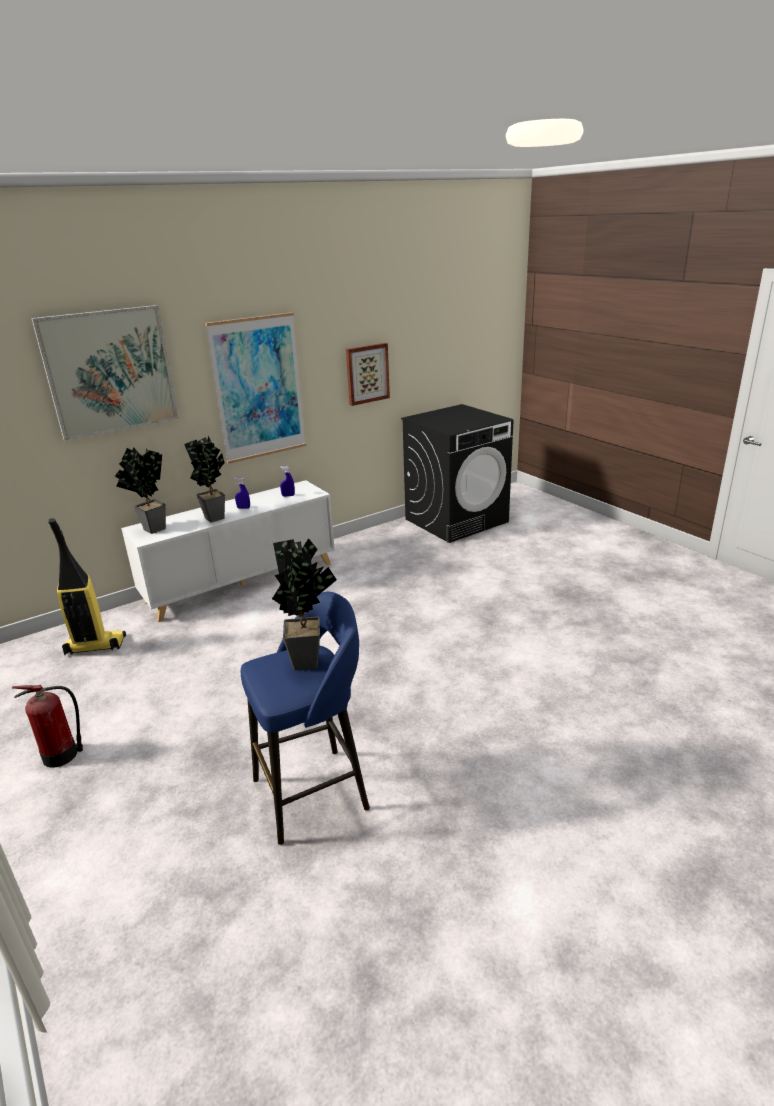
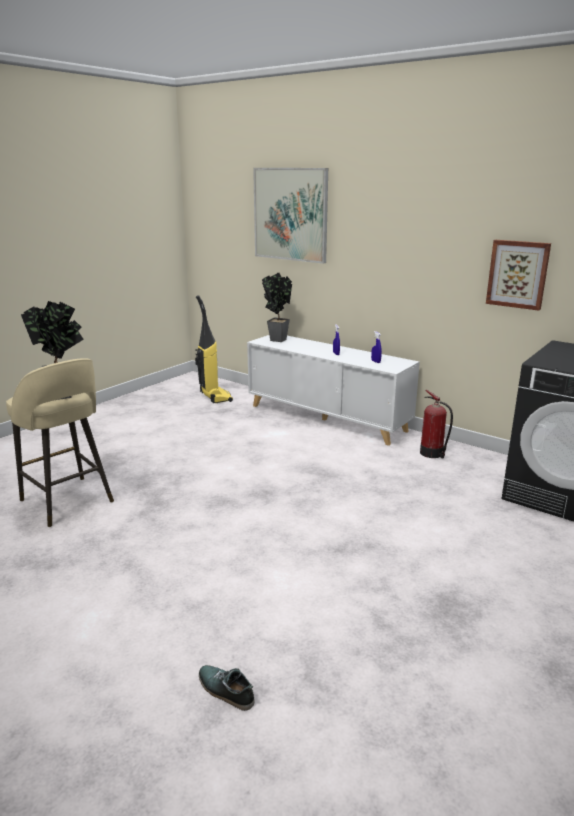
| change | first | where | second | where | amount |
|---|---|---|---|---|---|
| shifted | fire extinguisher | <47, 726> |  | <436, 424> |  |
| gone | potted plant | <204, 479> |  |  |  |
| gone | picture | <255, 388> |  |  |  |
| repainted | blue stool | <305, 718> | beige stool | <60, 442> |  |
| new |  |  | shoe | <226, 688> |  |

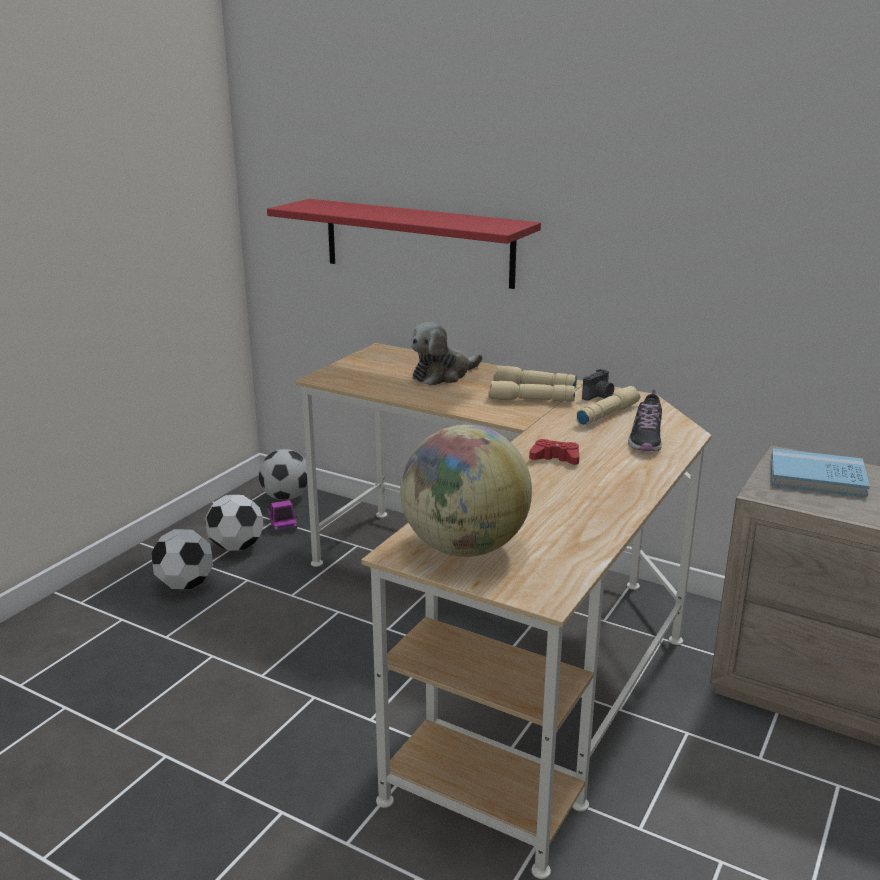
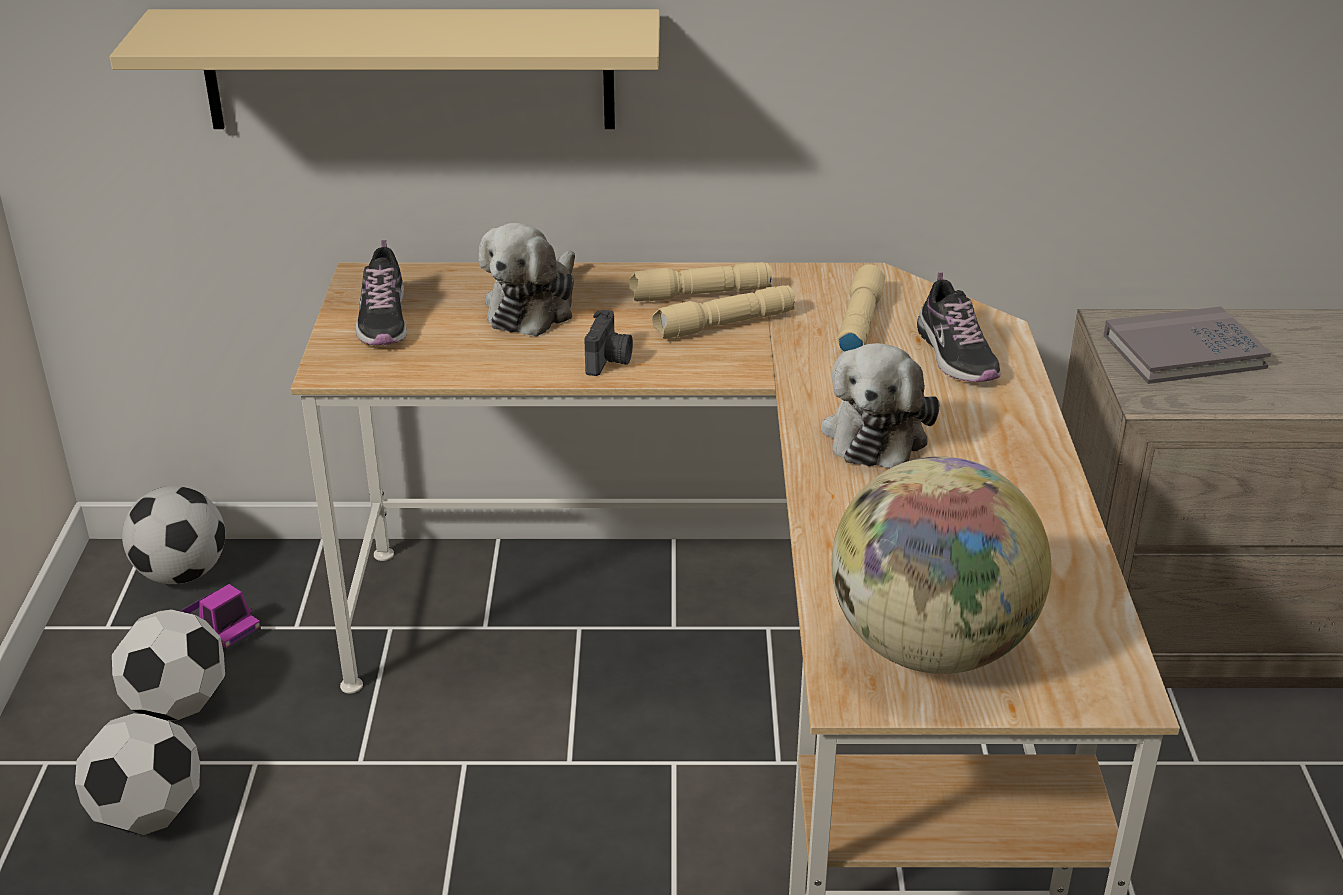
| change | first | where | second | where | amount |
|---|---|---|---|---|---|
| repainted | red shelf | <404, 244> | beige shelf | <385, 69> |  |
| swapped | red game controller | <554, 452> | plush toy | <880, 405> |  |
| shifted | photo camera | <598, 385> |  | <608, 343> |  |
| repainted | blue book | <820, 472> | grey book | <1187, 345> |  |
| new |  |  | shoe | <381, 292> |  |

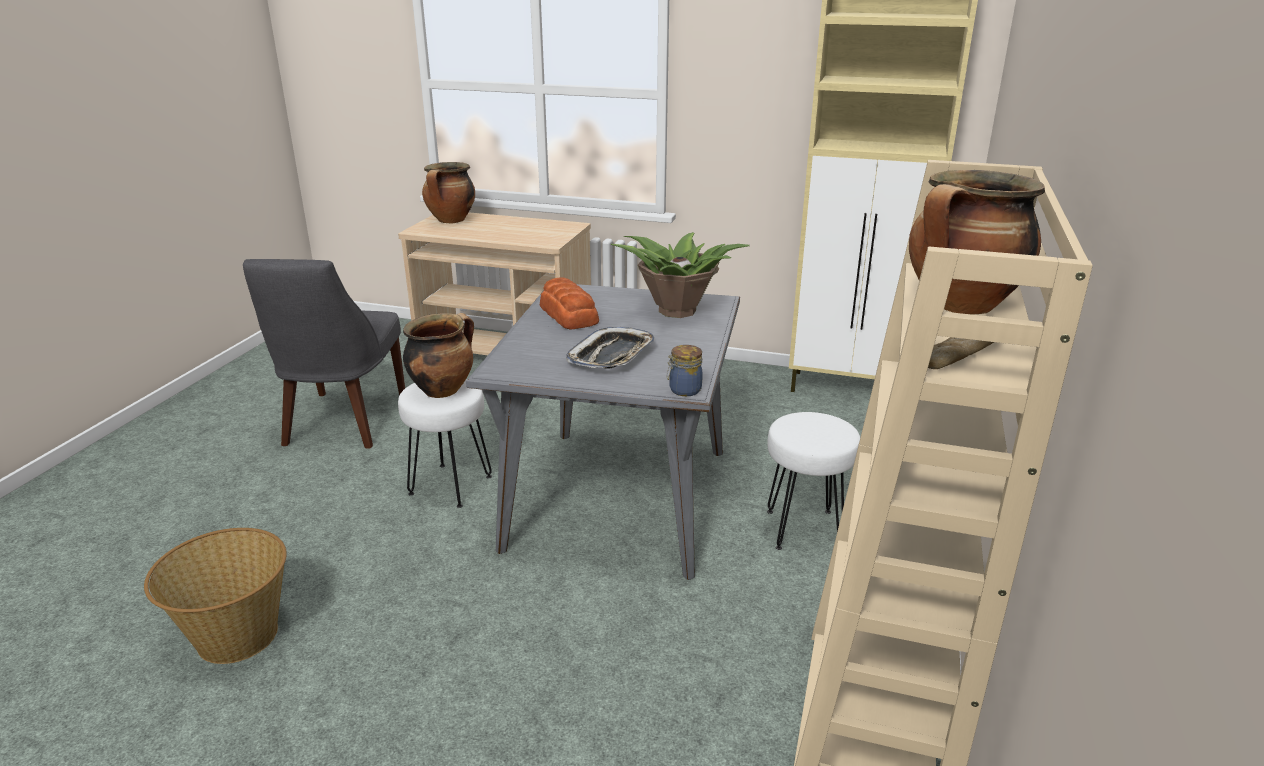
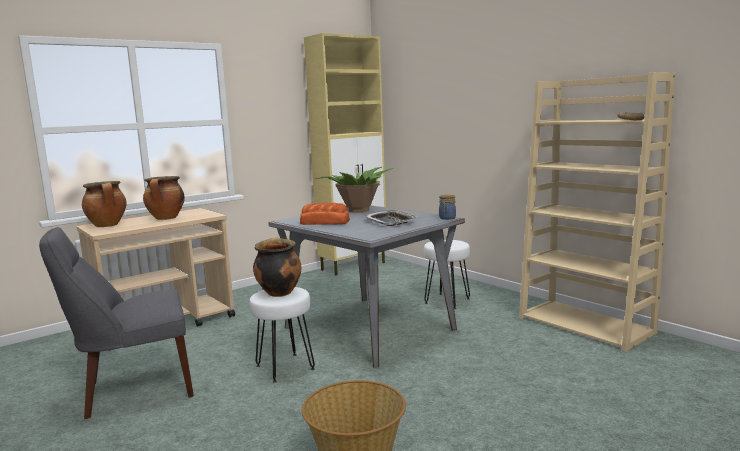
| change | first | where | second | where | amount |
|---|---|---|---|---|---|
| rotated | grey chair | <324, 354> |  | <116, 323> | 120 degrees clockwise |
| shifted | cooking pot | <977, 242> |  | <164, 198> |  |

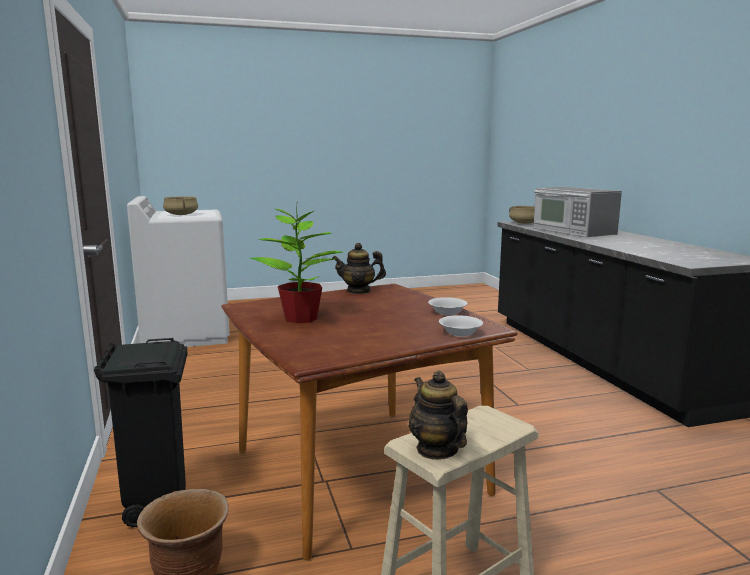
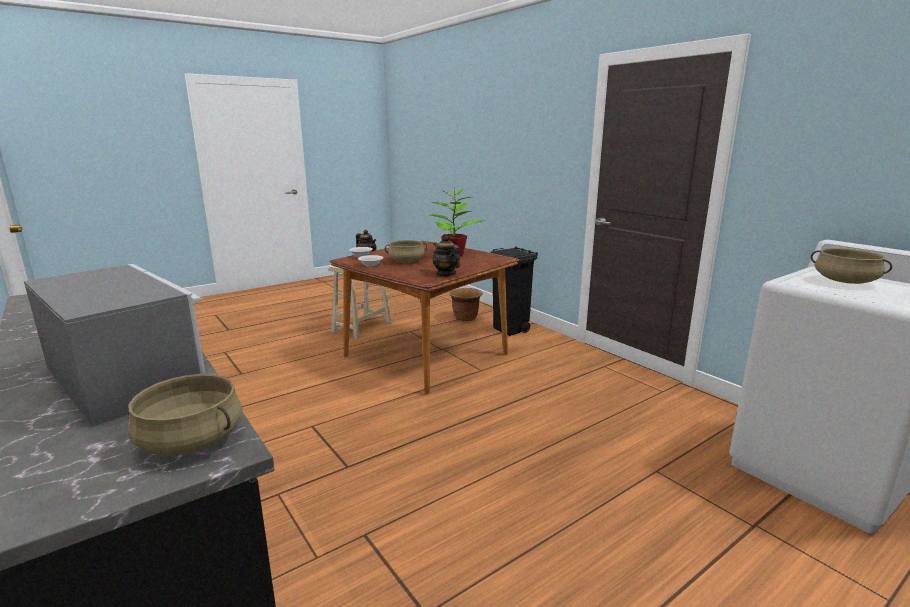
| change | first | where | second | where | amount |
|---|---|---|---|---|---|
| rotated | teapot | <359, 268> |  | <446, 256> | 105 degrees counterclockwise |
| new |  |  | beige cooking pot | <406, 251> |  |

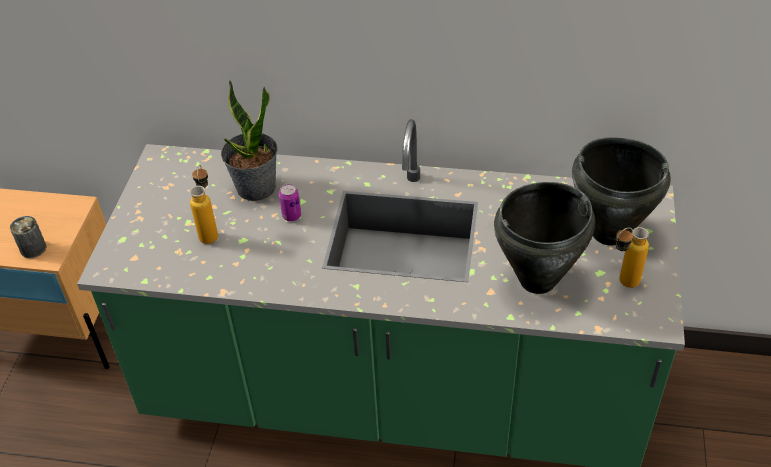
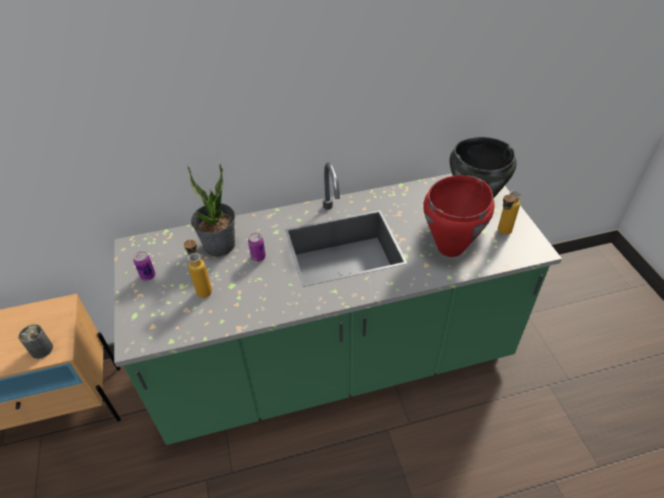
| change | first | where | second | where | amount |
|---|---|---|---|---|---|
| repainted | black cooking pot | <544, 238> | red cooking pot | <458, 216> |  |
| new |  |  | can | <144, 266> |  |

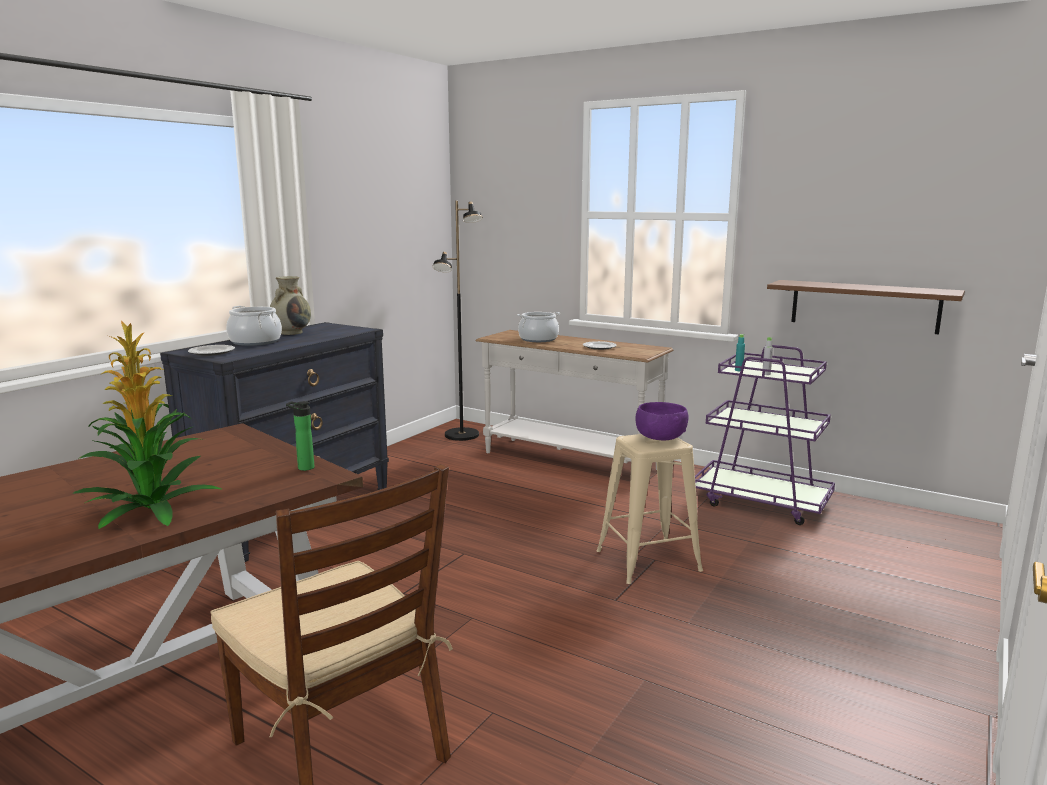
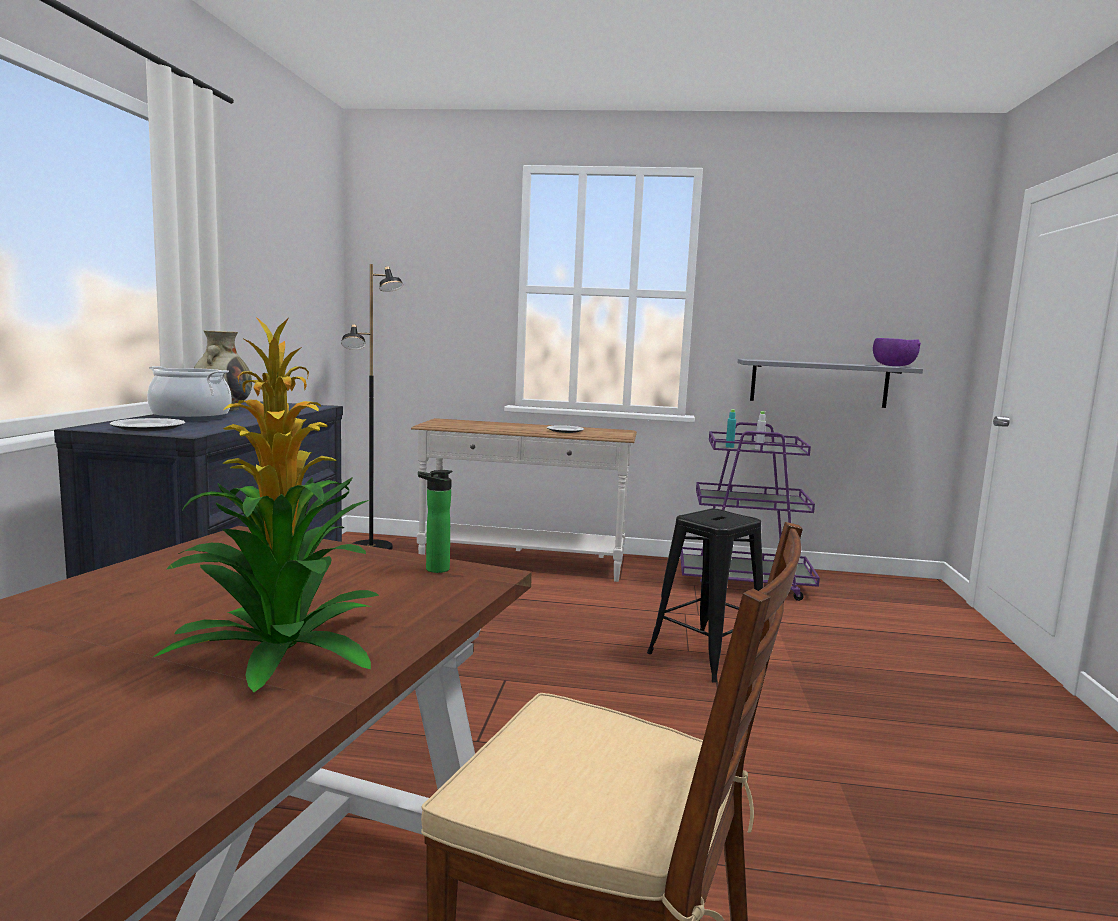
| change | first | where | second | where | amount |
|---|---|---|---|---|---|
| gone | cooking pot | <538, 327> |  |  |  |
| repainted | beige stool | <649, 509> | black stool | <705, 595> |  |
| shifted | purple bowl | <662, 421> |  | <897, 352> |  |
| repainted | brown shelf | <866, 307> | grey shelf | <830, 383> |  |

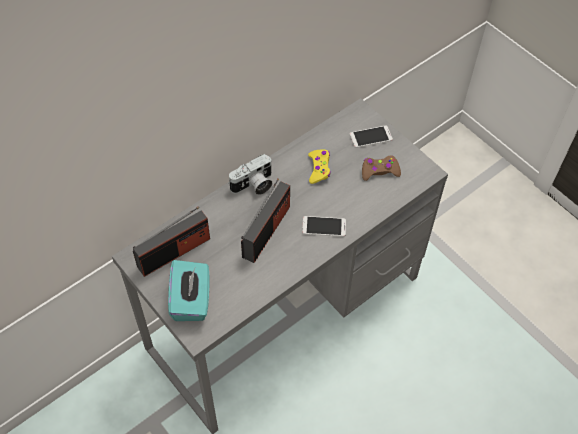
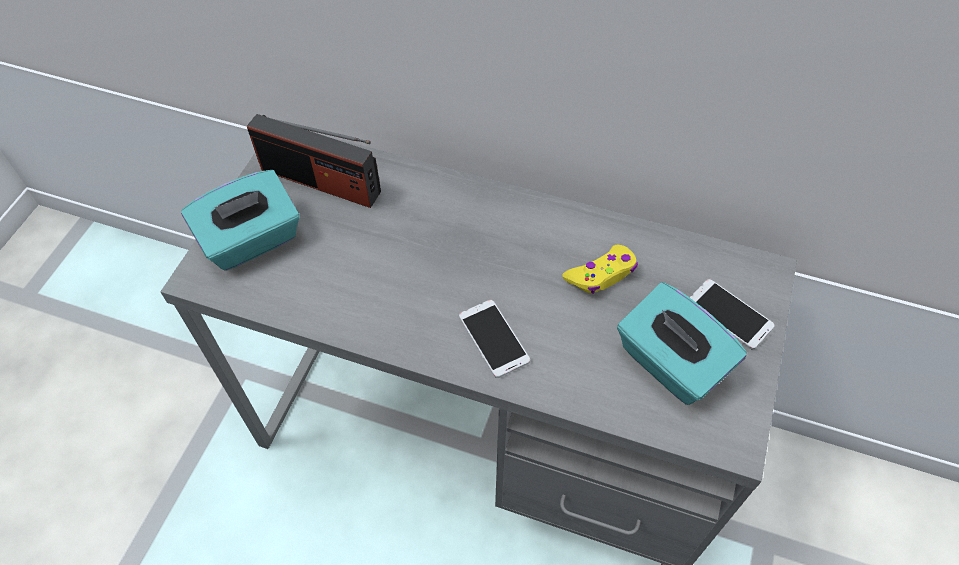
| change | first | where | second | where | amount |
|---|---|---|---|---|---|
| gone | photo camera | <250, 174> |  |  |  |
| gone | radio | <265, 220> |  |  |  |
| swapped | brown game controller | <381, 168> | turquoise tissue box | <682, 344> |  |

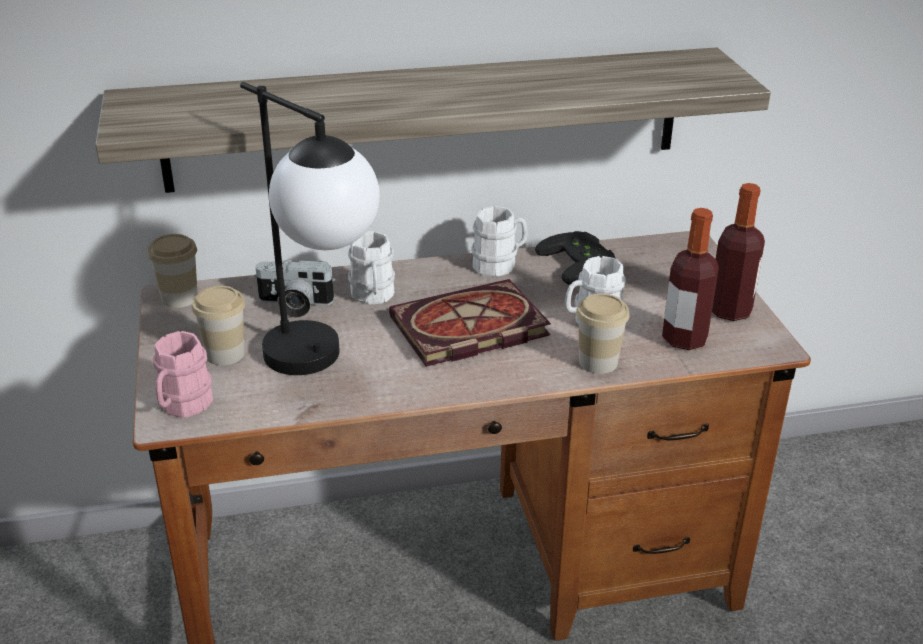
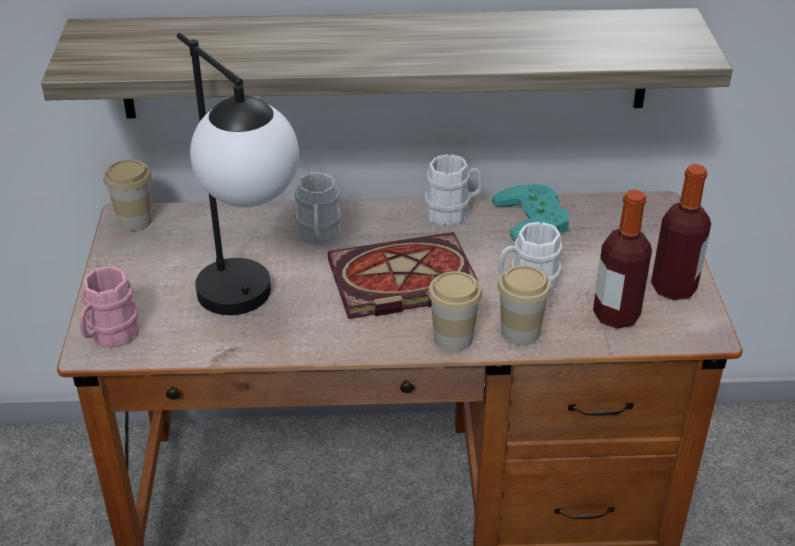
| change | first | where | second | where | amount |
|---|---|---|---|---|---|
| shifted | cup | <218, 325> |  | <455, 311> |  |
| gone | photo camera | <294, 289> |  |  |  |
| repainted | black game controller | <575, 258> | turquoise game controller | <530, 213> |  |

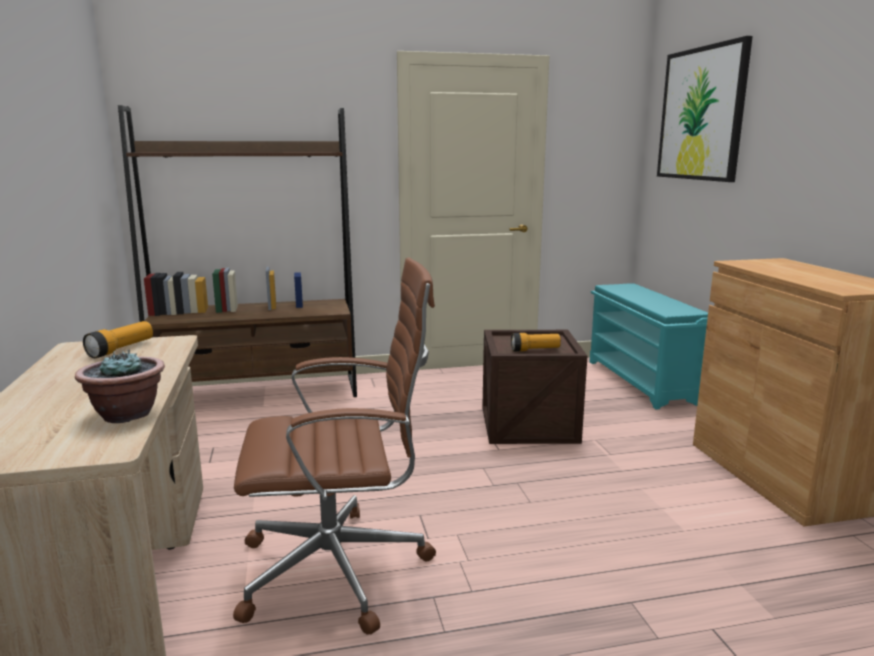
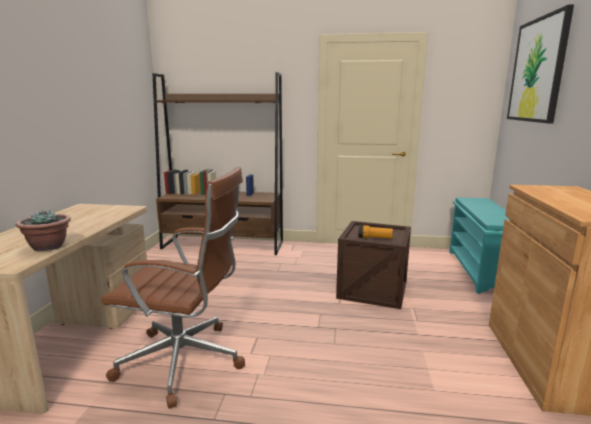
| change | first | where | second | where | amount |
|---|---|---|---|---|---|
| gone | flashlight | <118, 339> |  |  |  |

